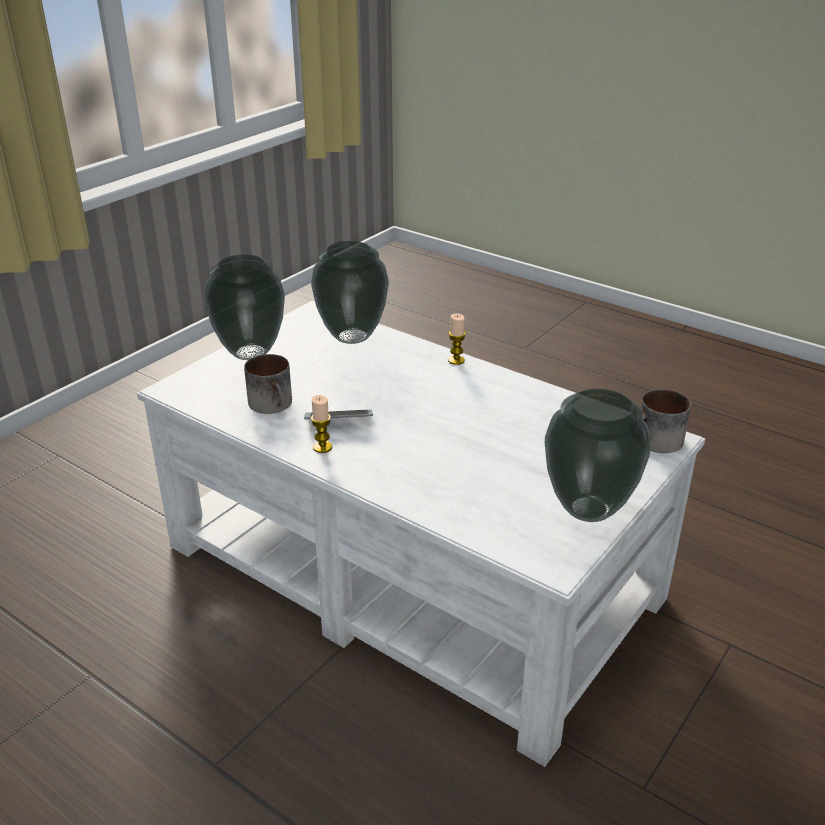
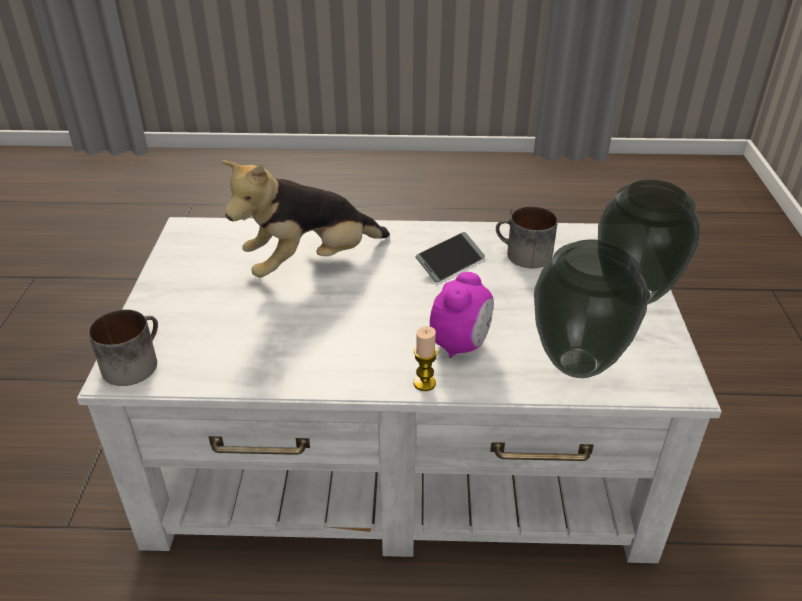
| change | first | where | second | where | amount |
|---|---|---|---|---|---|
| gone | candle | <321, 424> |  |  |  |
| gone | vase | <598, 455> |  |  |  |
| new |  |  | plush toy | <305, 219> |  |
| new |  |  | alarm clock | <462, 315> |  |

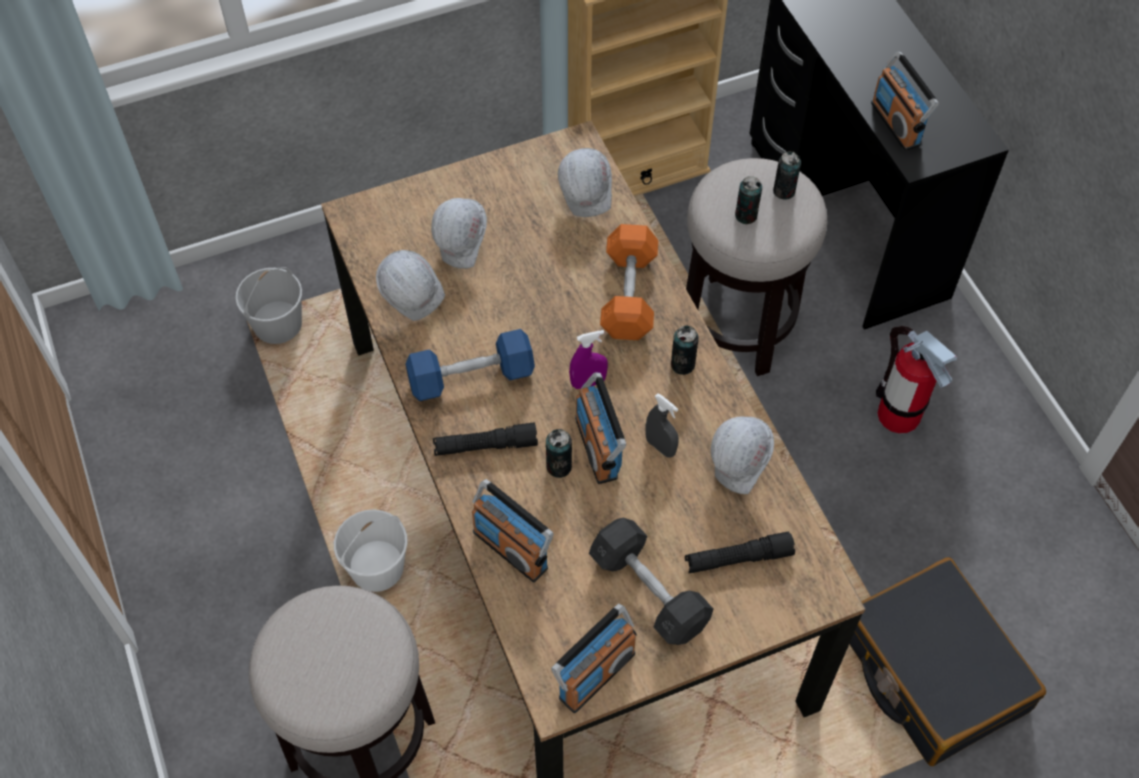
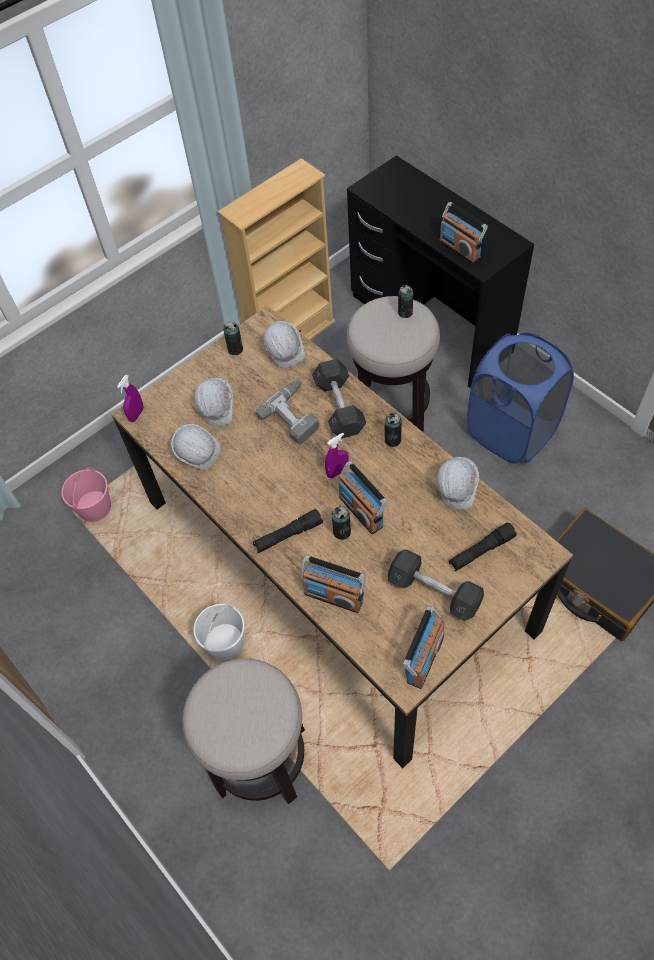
| change | first | where | second | where | amount |
|---|---|---|---|---|---|
| repainted | white bucket | <268, 305> | pink bucket | <86, 494> |  |
| gone | blue dumbbell | <470, 365> |  |  |  |
| repainted | orange dumbbell | <629, 282> | grey dumbbell | <339, 398> |  |
| gone | grey spray bottle | <662, 426> |  |  |  |
| shifted | can | <748, 200> |  | <233, 338> |  |
| swapped | fire extinguisher | <916, 380> | blue laundry basket | <520, 398> |  |
| new |  |  | purple spray bottle | <130, 398> |  |
| new |  |  | power drill | <288, 412> |  |

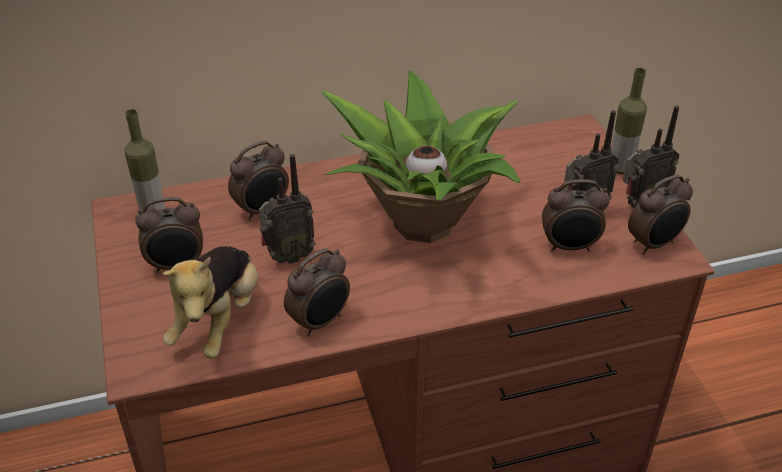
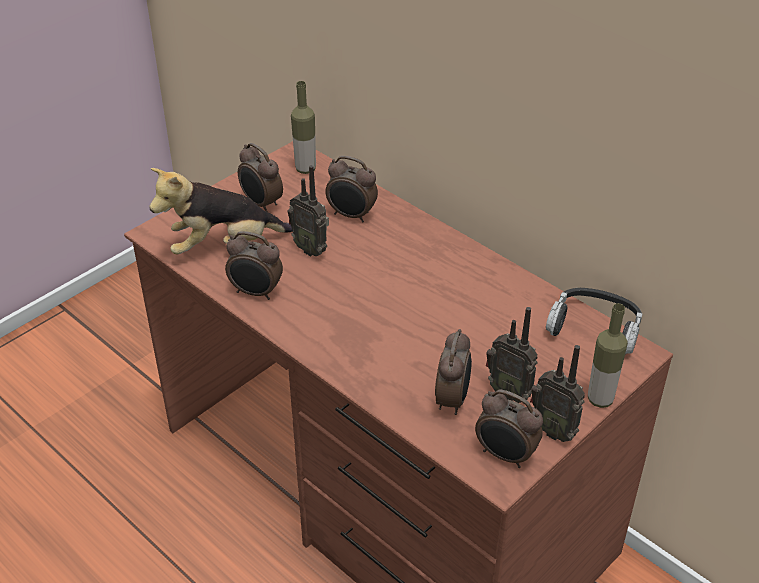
| change | first | where | second | where | amount |
|---|---|---|---|---|---|
| gone | potted plant | <421, 157> |  |  |  |
| rotated | alarm clock | <576, 215> |  | <453, 372> | 135 degrees counterclockwise |
| new |  |  | headphones | <594, 321> |  |

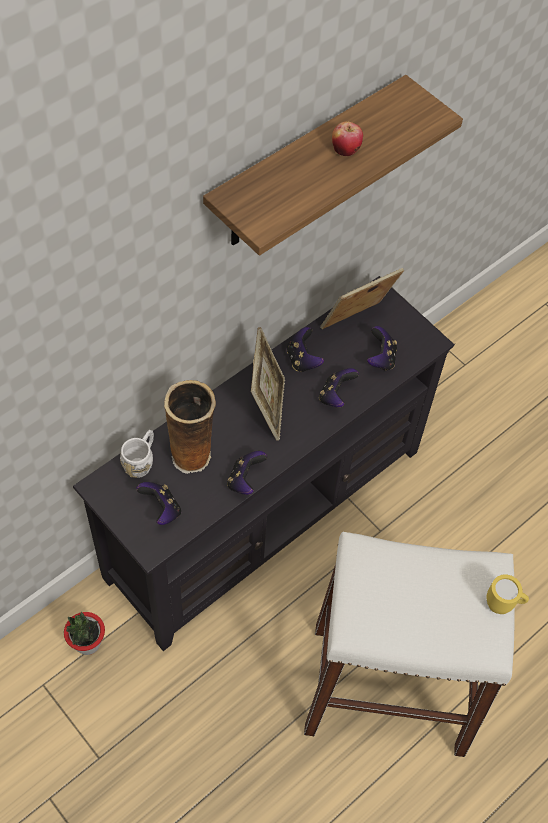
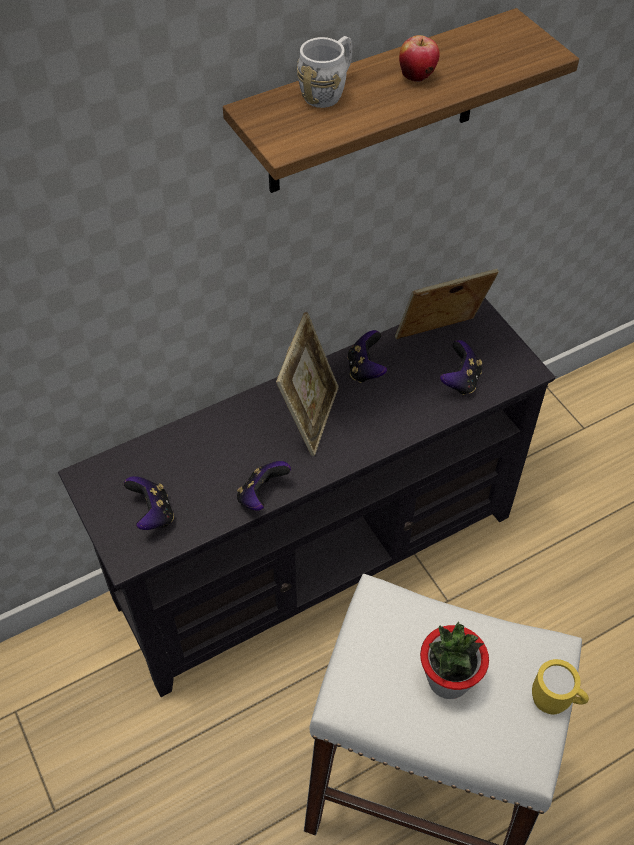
| change | first | where | second | where | amount |
|---|---|---|---|---|---|
| shifted | potted plant | <84, 633> |  | <454, 660> |  |
| shifted | white mug | <137, 454> |  | <325, 72> |  |
| gone | vase | <190, 427> |  |  |  |
| gone | game controller | <339, 387> |  |  |  |

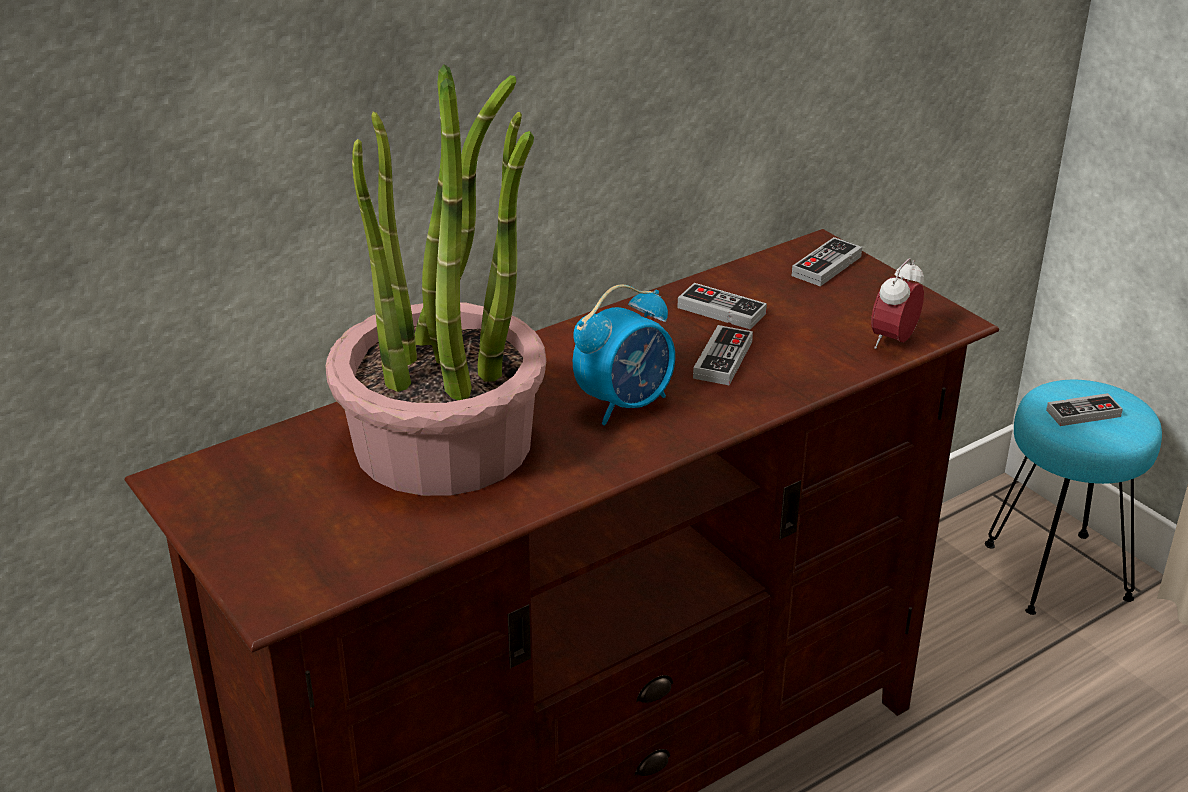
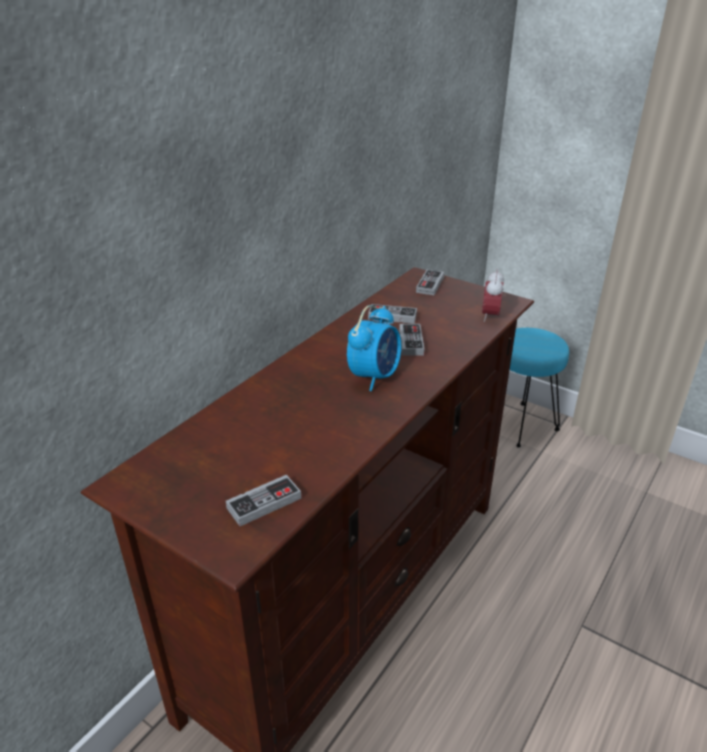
| change | first | where | second | where | amount |
|---|---|---|---|---|---|
| gone | potted plant | <436, 280> |  |  |  |
| shifted | game controller | <1084, 409> |  | <263, 500> |  |

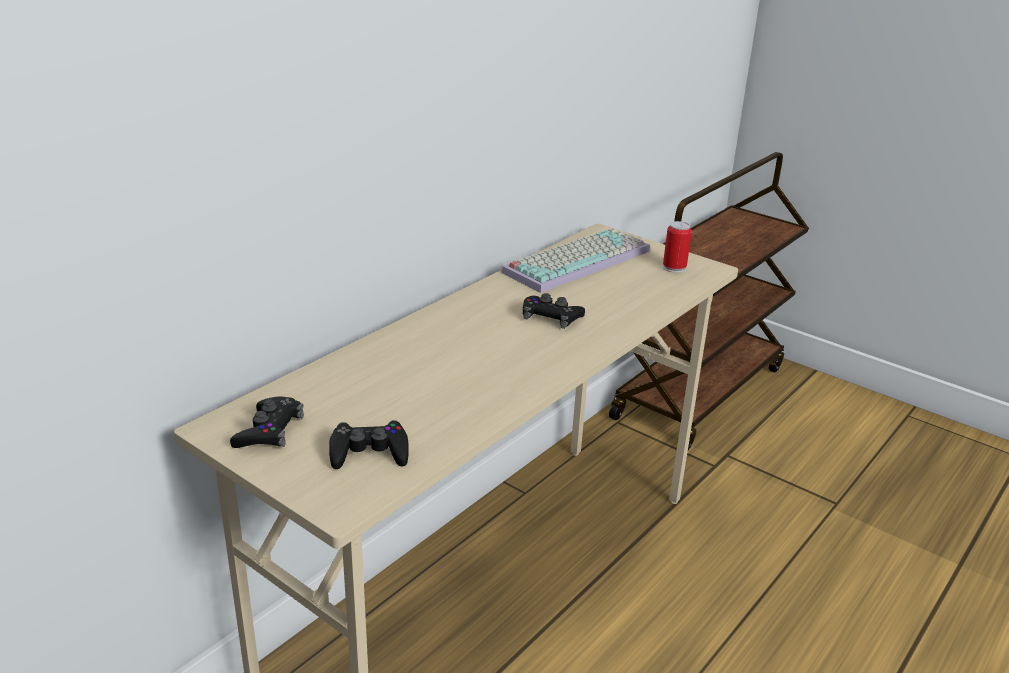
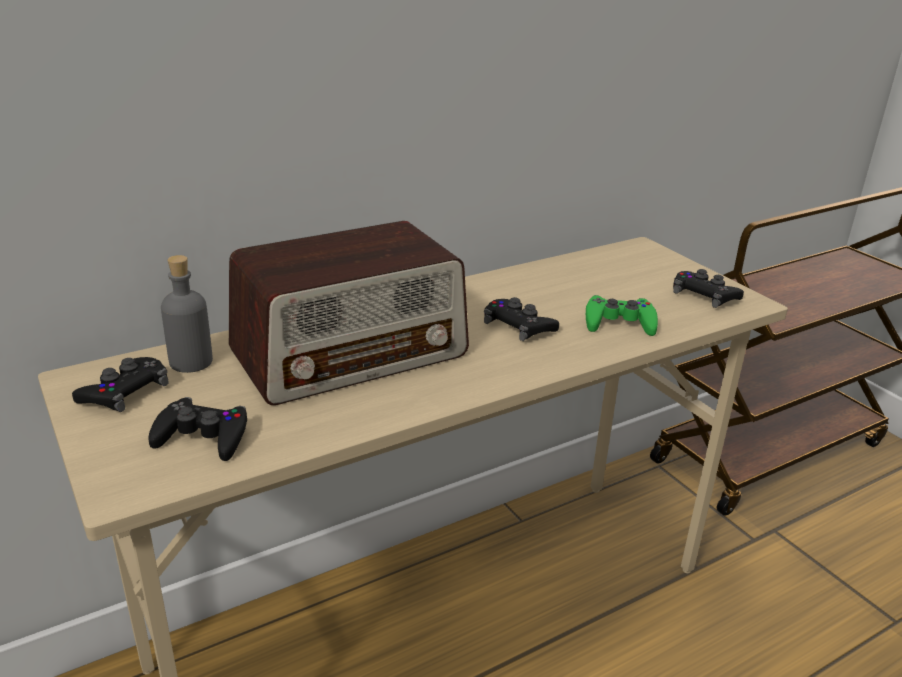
| change | first | where | second | where | amount |
|---|---|---|---|---|---|
| gone | keyboard | <575, 260> |  |  |  |
| swapped | can | <677, 247> | black game controller | <708, 288> |  |
| new |  |  | grey bottle | <187, 314> |  |
| new |  |  | radio | <349, 313> |  |
| new |  |  | green game controller | <622, 315> |  |

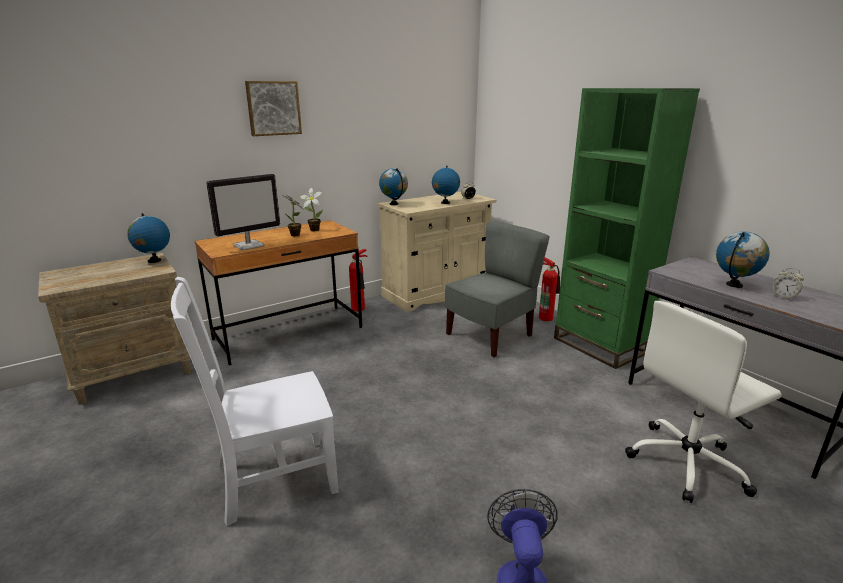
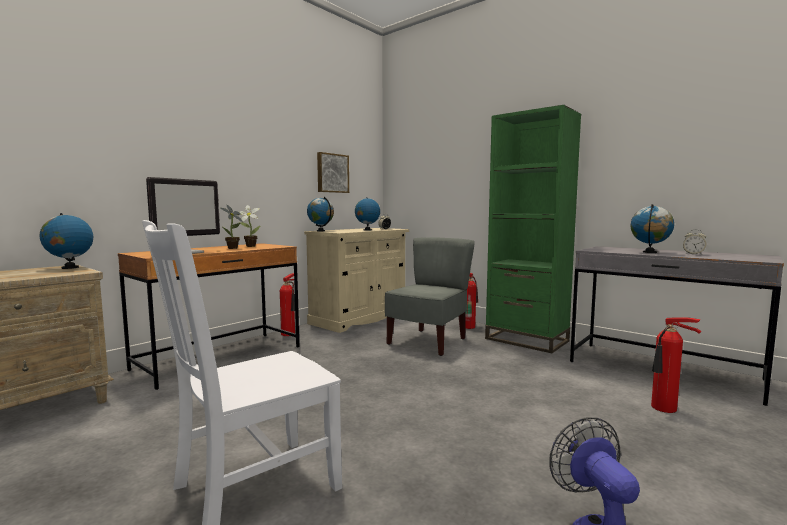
| change | first | where | second | where | amount |
|---|---|---|---|---|---|
| shifted | picture | <273, 108> |  | <333, 172> |  |
| swapped | white office chair | <703, 402> | fire extinguisher | <676, 365> |  |

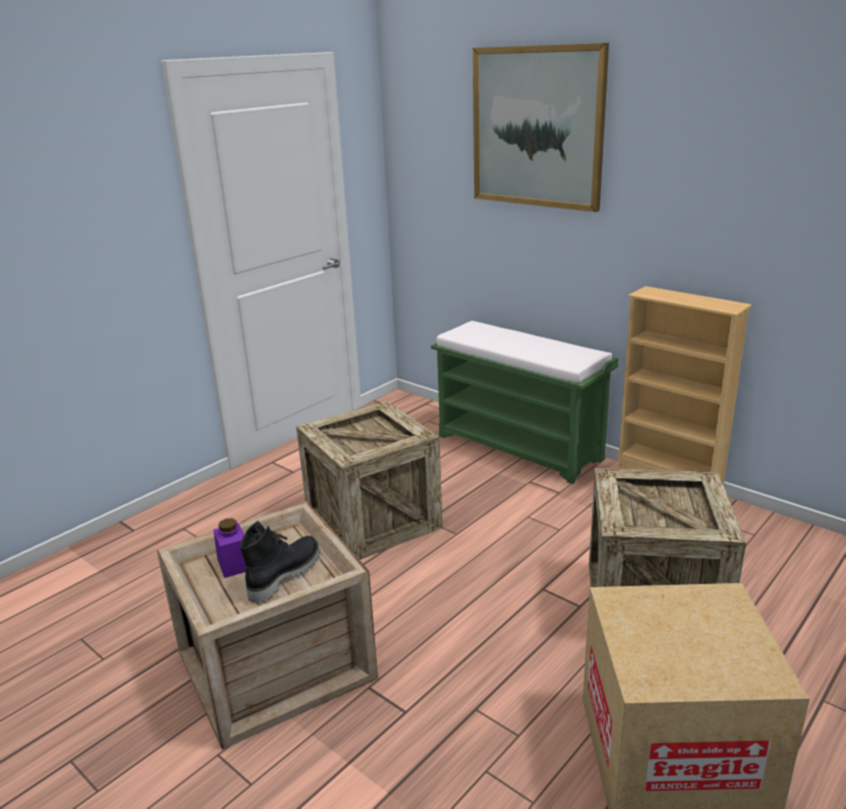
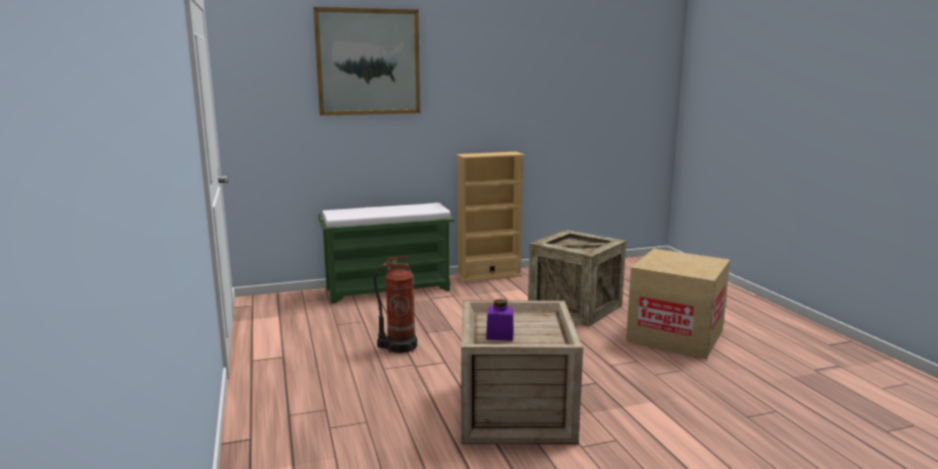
| change | first | where | second | where | amount |
|---|---|---|---|---|---|
| gone | black boot | <280, 562> |  |  |  |
| swapped | crate | <369, 480> | fire extinguisher | <395, 304> |  |

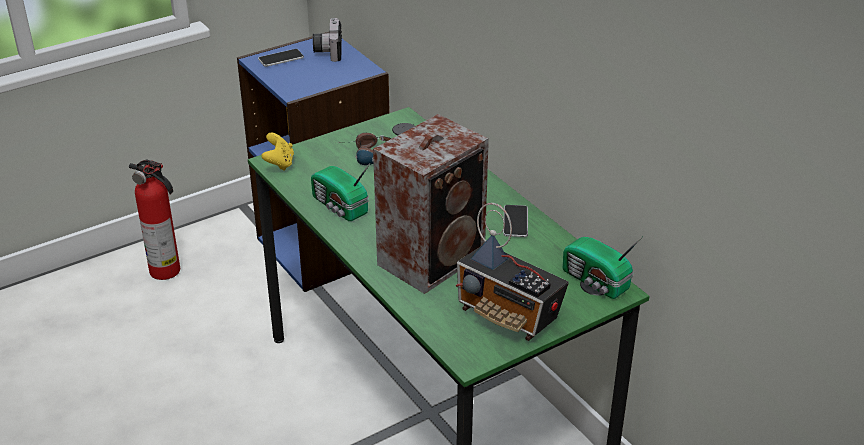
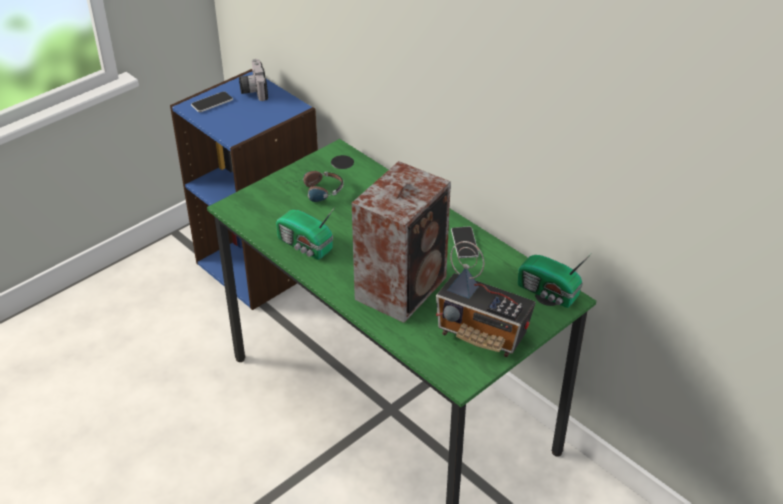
| change | first | where | second | where | amount |
|---|---|---|---|---|---|
| gone | fire extinguisher | <154, 219> |  |  |  |
| gone | yellow game controller | <277, 152> |  |  |  |

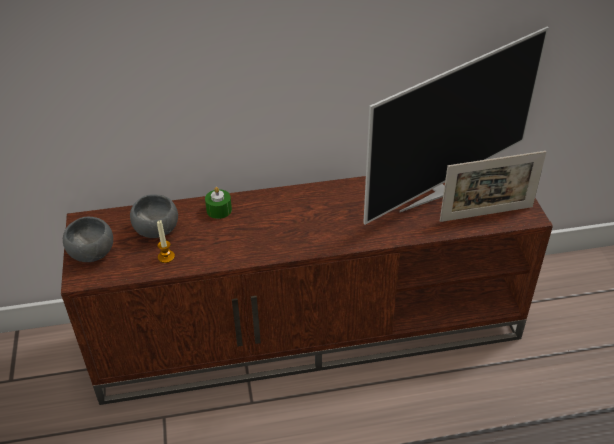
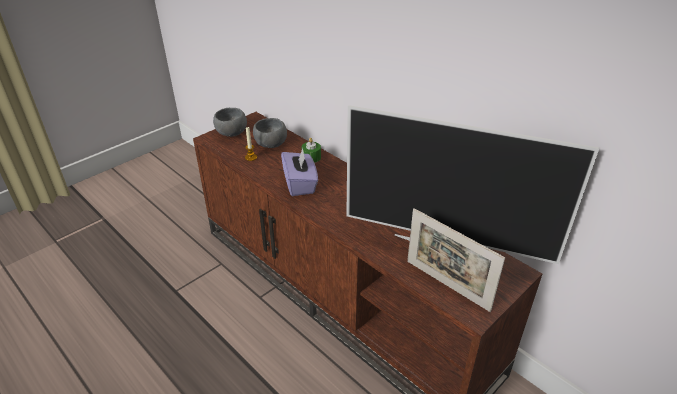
| change | first | where | second | where | amount |
|---|---|---|---|---|---|
| new |  |  | purple tissue box | <299, 172> |  |

